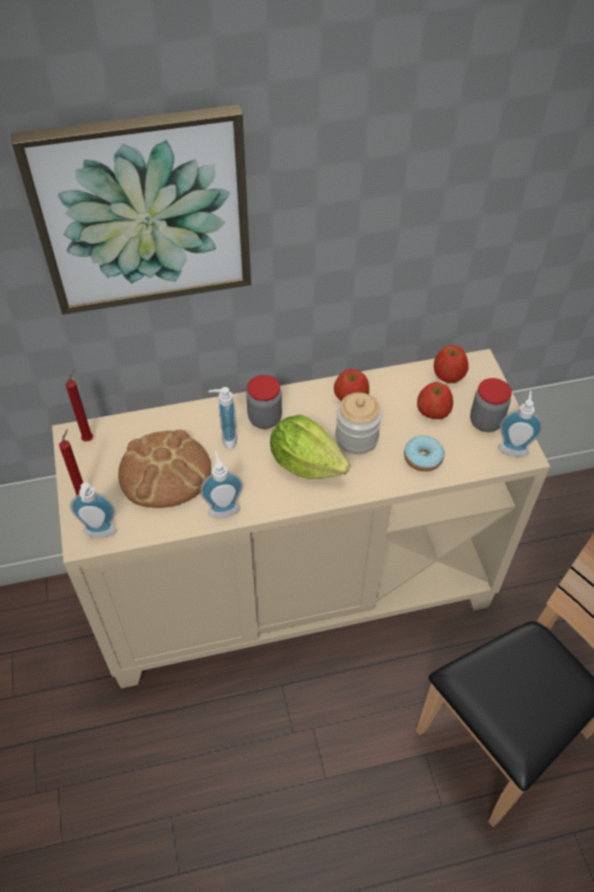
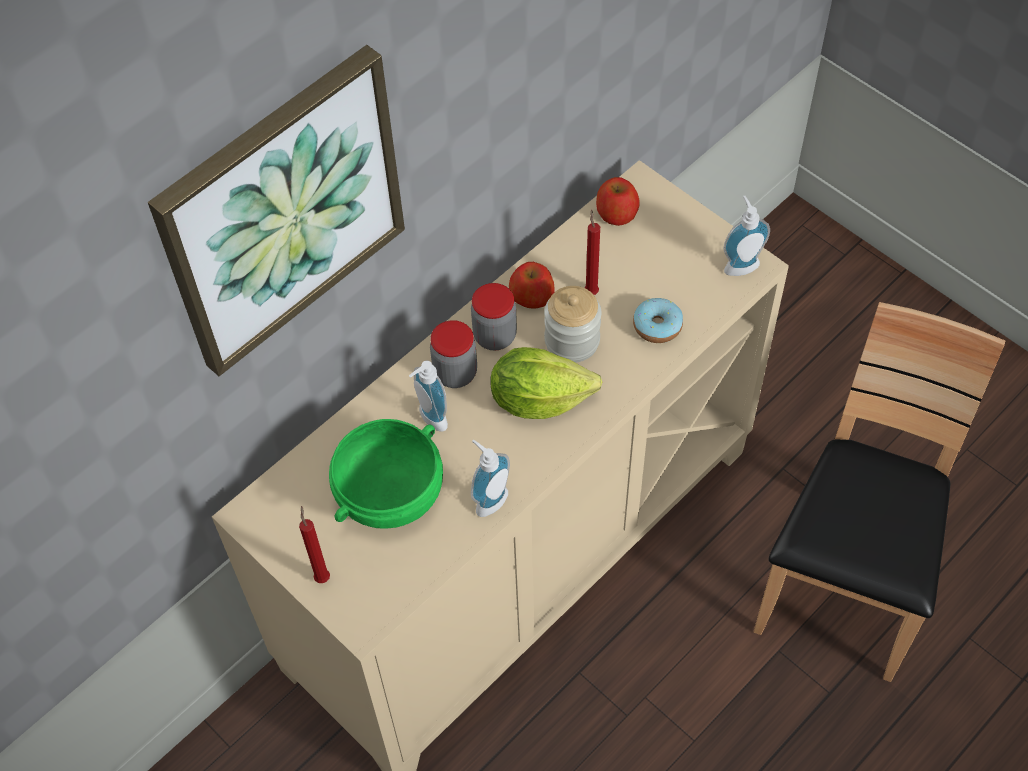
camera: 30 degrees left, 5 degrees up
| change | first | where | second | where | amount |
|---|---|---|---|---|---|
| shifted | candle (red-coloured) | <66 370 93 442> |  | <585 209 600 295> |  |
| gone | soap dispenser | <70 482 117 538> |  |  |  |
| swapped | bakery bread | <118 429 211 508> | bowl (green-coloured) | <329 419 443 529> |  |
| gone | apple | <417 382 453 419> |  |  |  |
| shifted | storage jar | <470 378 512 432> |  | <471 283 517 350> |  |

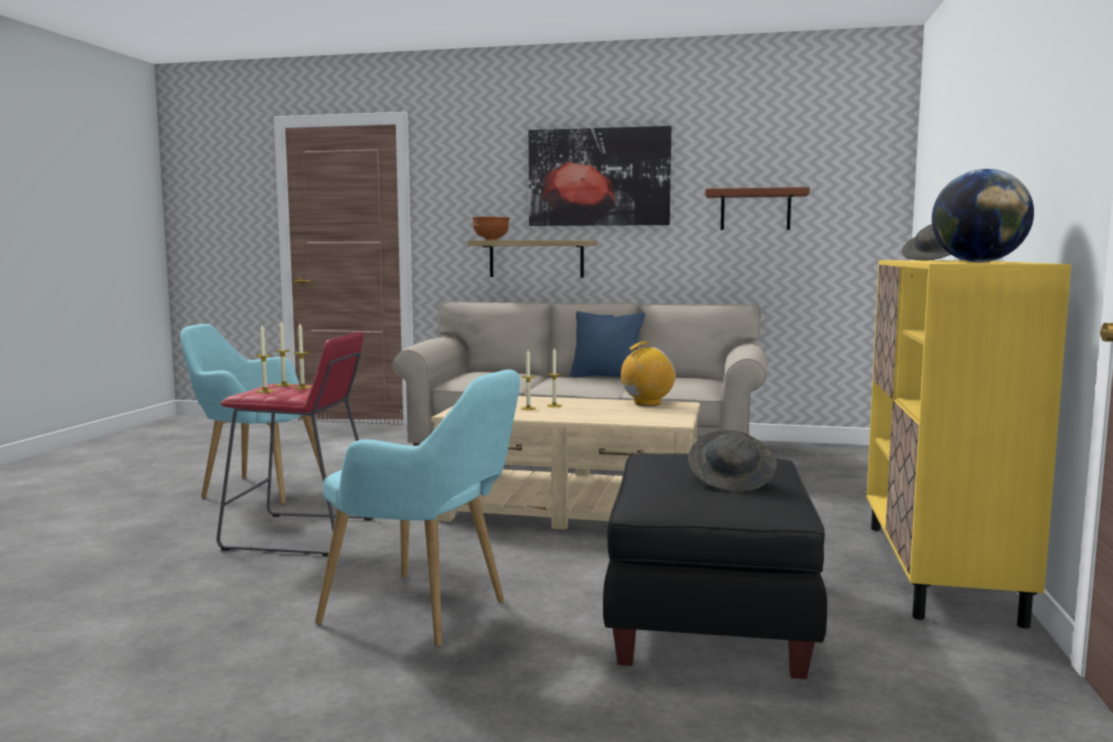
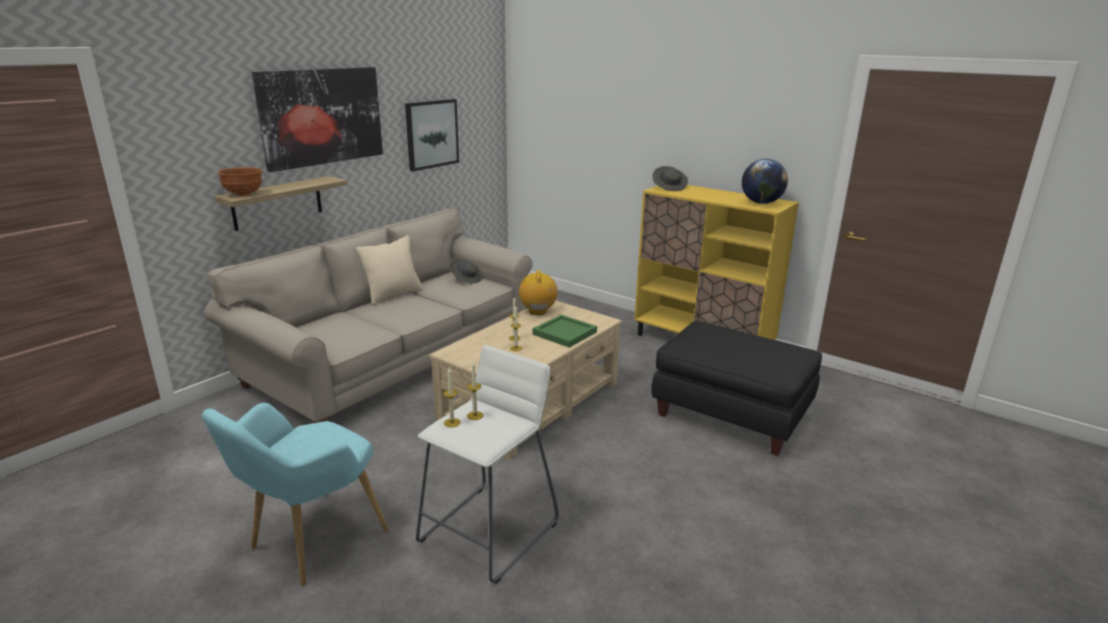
camera: 65 degrees left, 15 degrees up
| change | first | where | second | where | amount |
|---|---|---|---|---|---|
| repainted | sitting stool (red-coloured) | <216 332 374 557> | sitting stool (white) | <416 345 559 584> |  |
| gone | candle | <255 326 275 393> |  |  |  |
| gone | armchair (turquoise) | <315 369 520 647> |  |  |  |
| repainted | pillow (blue) | <570 311 645 377> | pillow (beige) | <356 235 423 305> |  |
| shifted | clothing hat (greyish) | <688 430 777 491> |  | <449 259 482 283> |  |
| swapped | bracket shelf (brownish) | <705 187 810 230> | wall picture | <405 99 459 171> |  |
| new |  |  | carrying tray (green-coloured) | <532 315 597 348> |  |

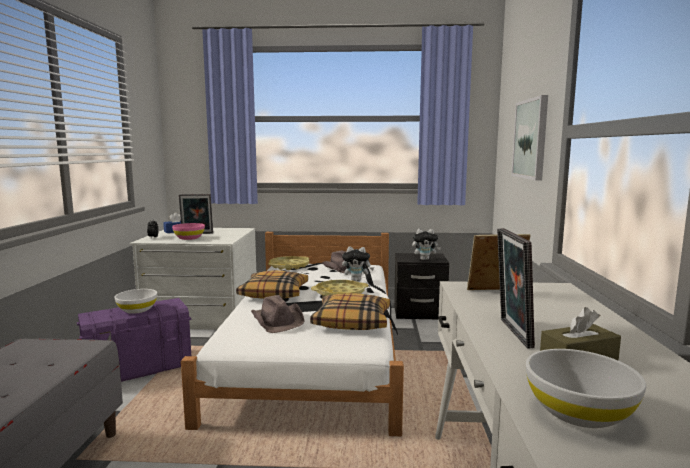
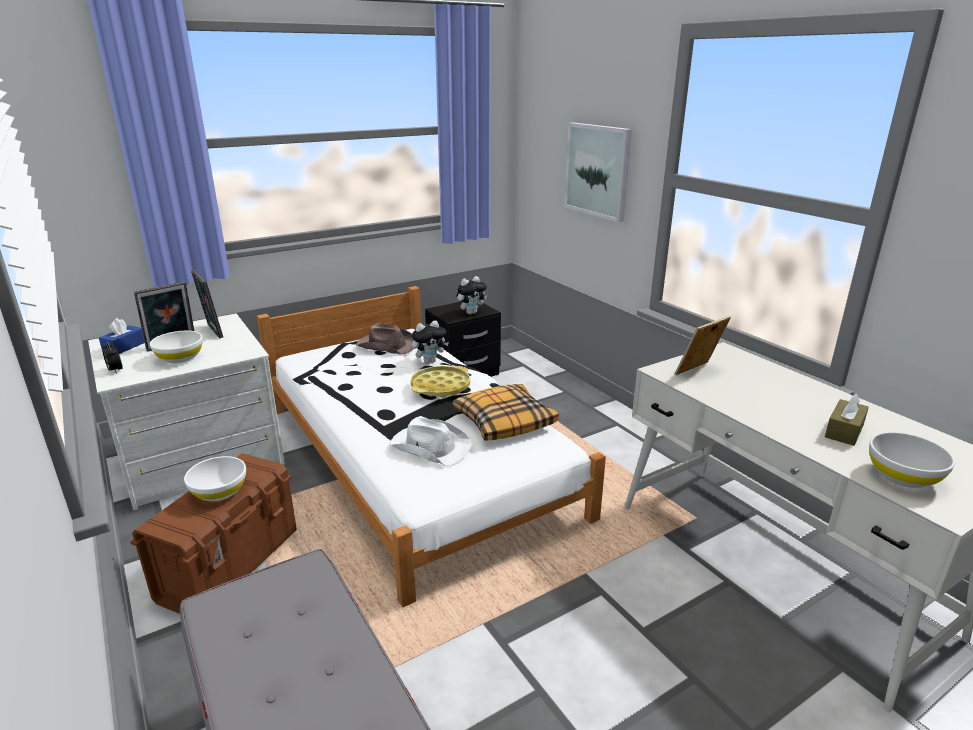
camera: 35 degrees left, 15 degrees up
| change | first | where | second | where | amount |
|---|---|---|---|---|---|
| repainted | storage box (purplish) | <77 298 191 382> | storage box (brownish) | <130 453 297 614> |  |
| repainted | bowl (pink) | <172 223 205 240> | bowl (white) | <150 331 203 363> |  |
| gone | pillow | <236 270 308 299> |  |  |  |
| repainted | clothing hat (brownish) | <251 295 305 333> | clothing hat (white) | <389 416 472 466> |  |
| gone | carrying tray (yellow-coloured) | <268 256 309 270> |  |  |  |
| shifted | picture frame | <497 228 535 349> |  | <191 270 223 339> |  |

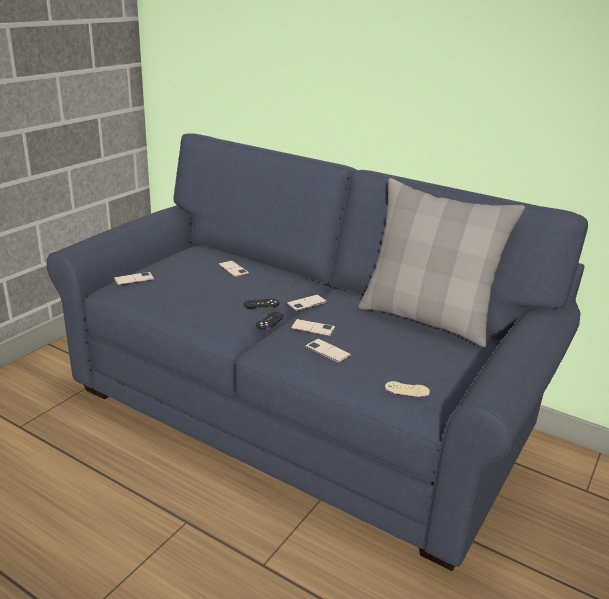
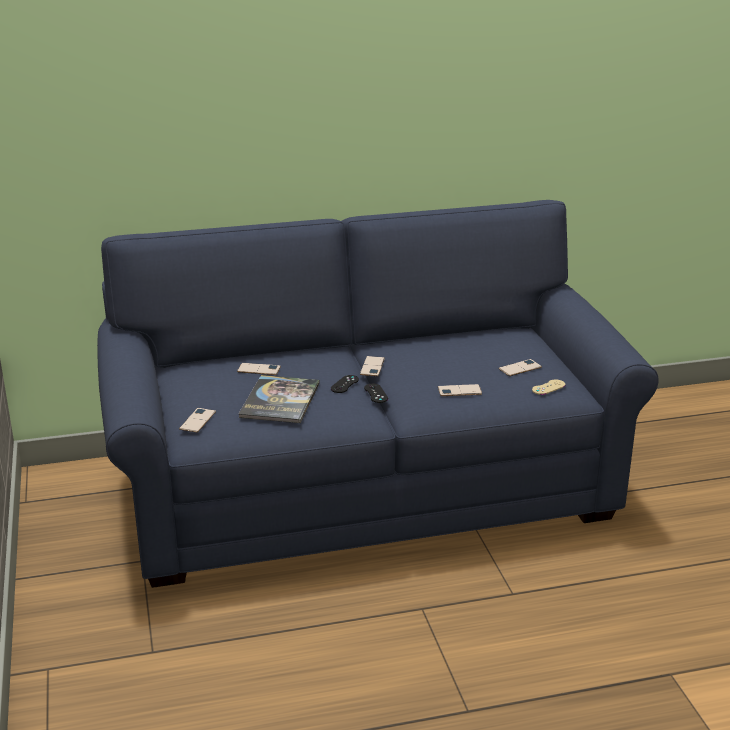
camera: 45 degrees left, 0 degrees up
| change | first | where | second | where | amount |
|---|---|---|---|---|---|
| shifted | telephone | <291 319 335 336> |  | <499 359 542 376> |  |
| gone | pillow (greyish) | <358 178 525 347> |  |  |  |
| new |  |  | bound book | <238 375 320 423> |  |

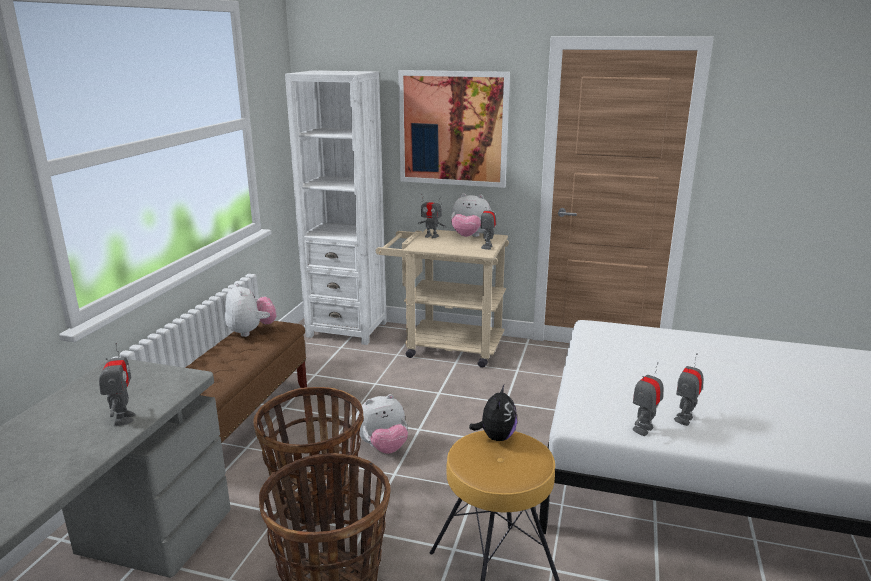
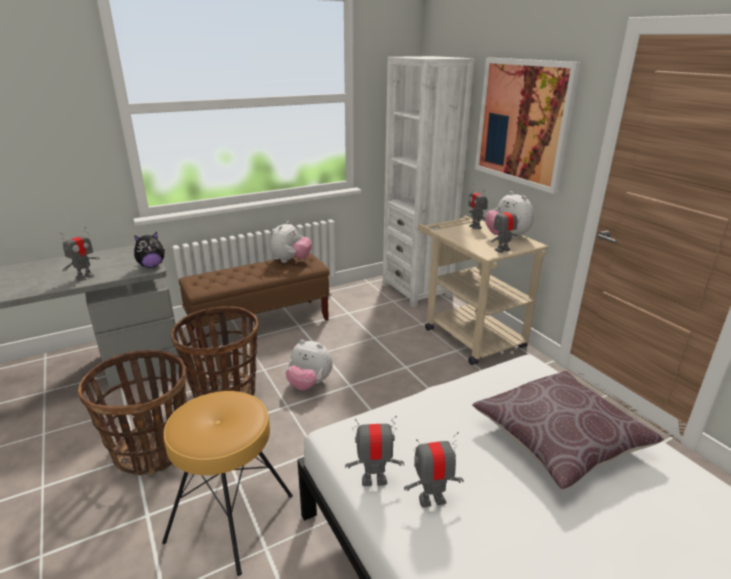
camera: 45 degrees right, 5 degrees up
| change | first | where | second | where | amount |
|---|---|---|---|---|---|
| shifted | cuddly toy | <469 385 517 441> |  | <134 232 165 268> |  |
| new |  |  | pillow (brownish) | <472 371 664 490> |  |

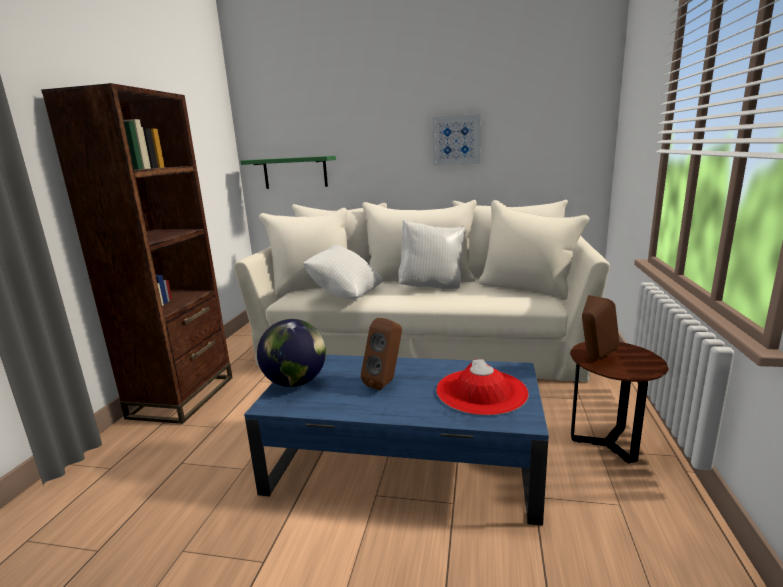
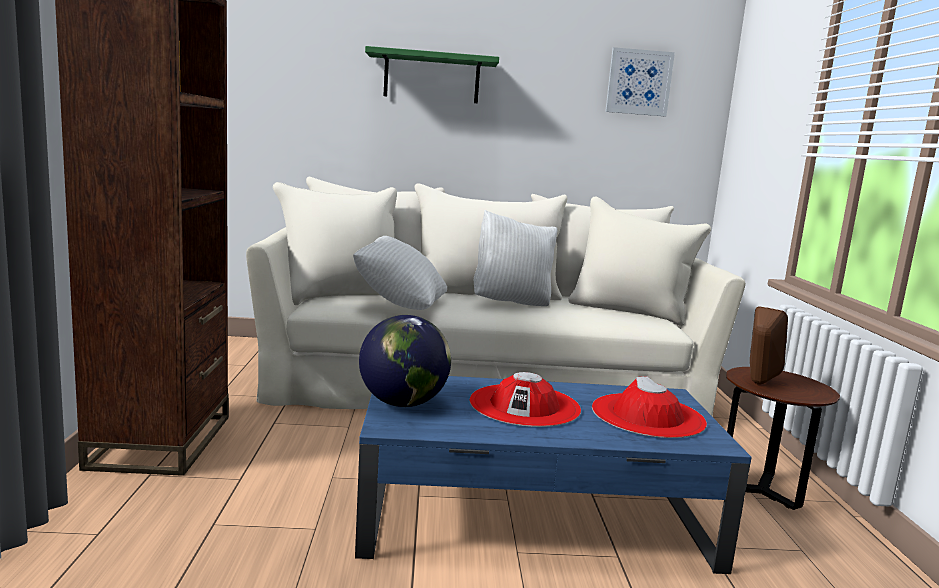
camera: 15 degrees left, 5 degrees down
| change | first | where | second | where | amount |
|---|---|---|---|---|---|
| shifted | bracket shelf (green-coloured) | <240 156 336 189> |  | <365 46 499 103> |  |
| swapped | loudspeaker (brownish) | <361 318 402 390> | clothing hat (red-coloured) | <469 372 581 427> |  |
| shifted | wall picture | <432 114 480 166> |  | <605 47 675 116> |  |

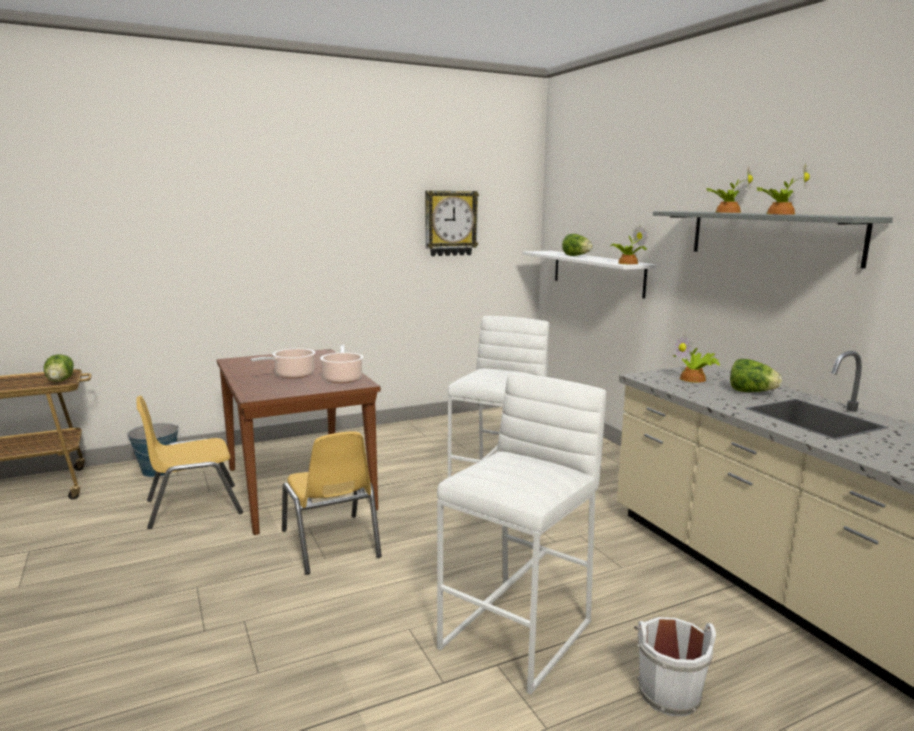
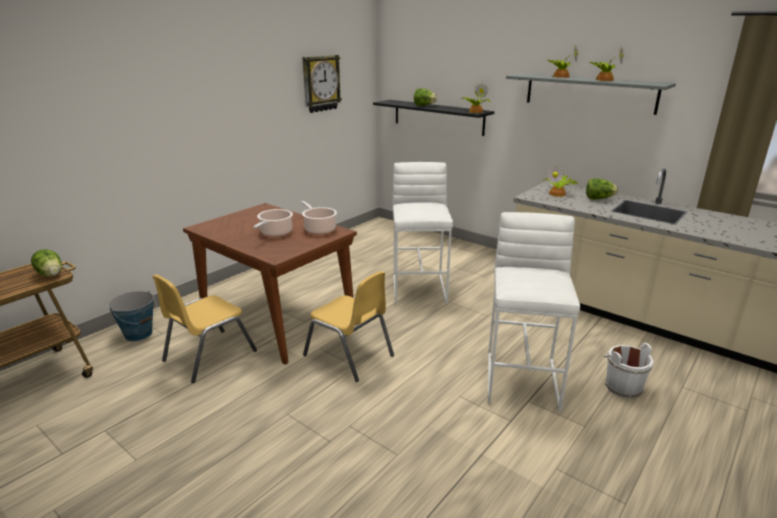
camera: 25 degrees left, 10 degrees up
| change | first | where | second | where | amount |
|---|---|---|---|---|---|
| repainted | bracket shelf (white) | <522 251 657 299> | bracket shelf (black) | <373 100 494 136> |  |

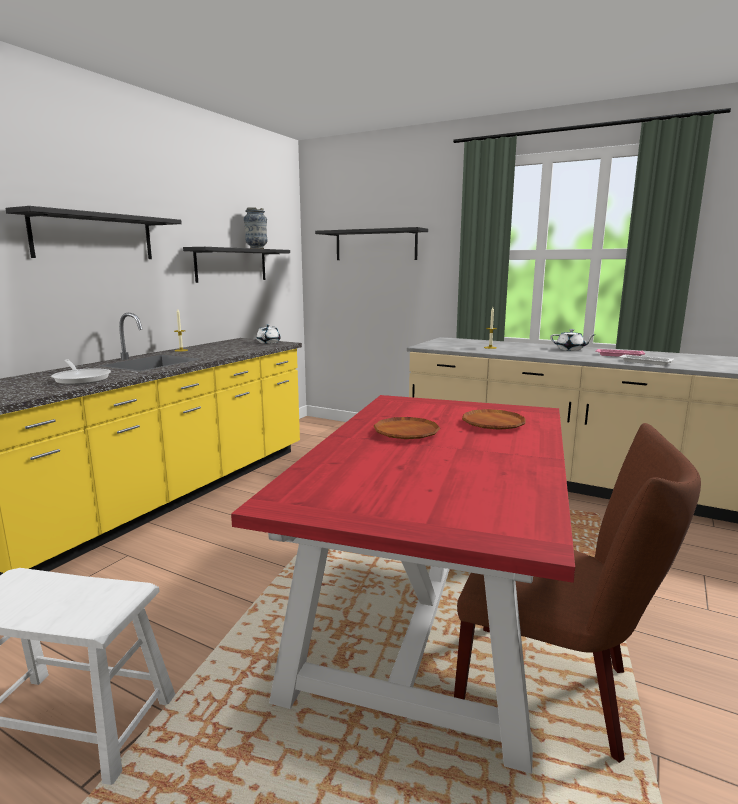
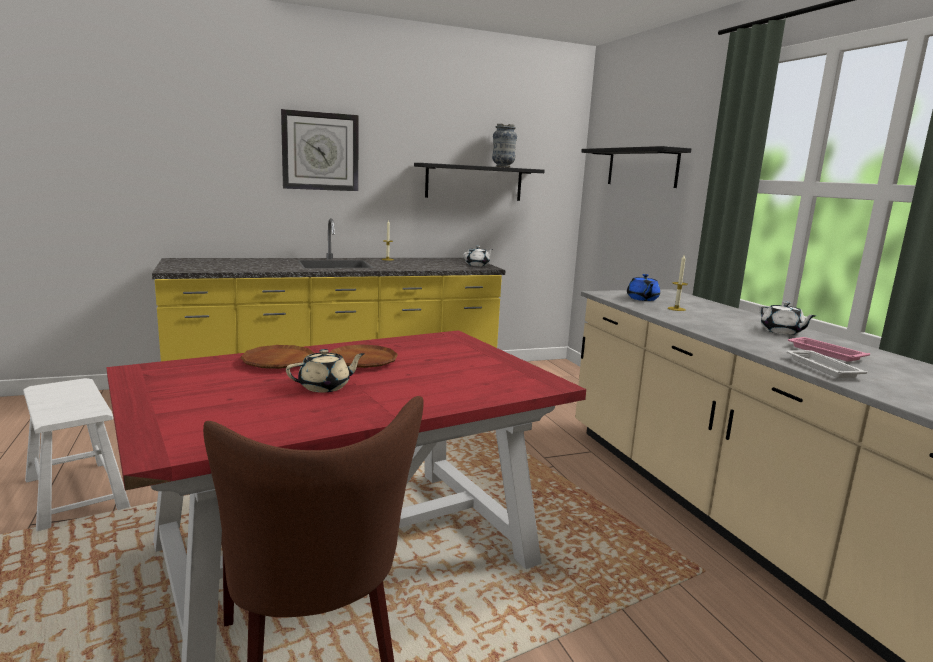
camera: 40 degrees right, 0 degrees up
| change | first | where | second | where | amount |
|---|---|---|---|---|---|
| swapped | bracket shelf (black) | <5 206 182 259> | wall clock | <281 109 359 191> |  |
| gone | pan | <51 360 111 385> |  |  |  |
| shifted | plate (brownish) | <462 409 525 430> |  | <240 345 314 369> |  |
| new |  |  | tea pot (beige) | <286 349 365 393> |  |
| new |  |  | tea pot (blue) | <627 274 660 301> |  |

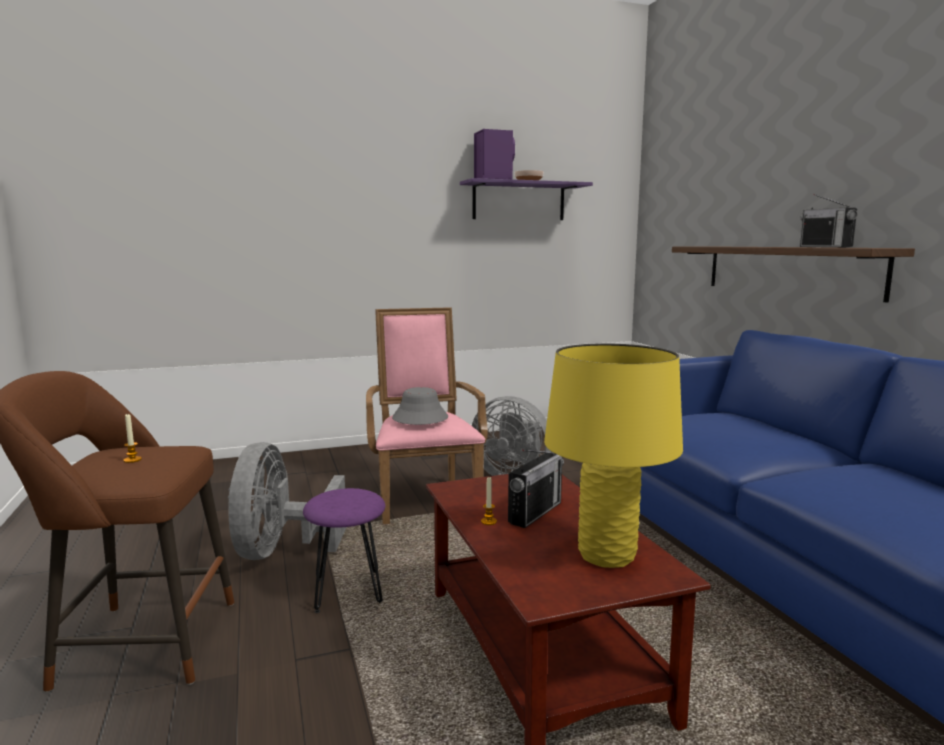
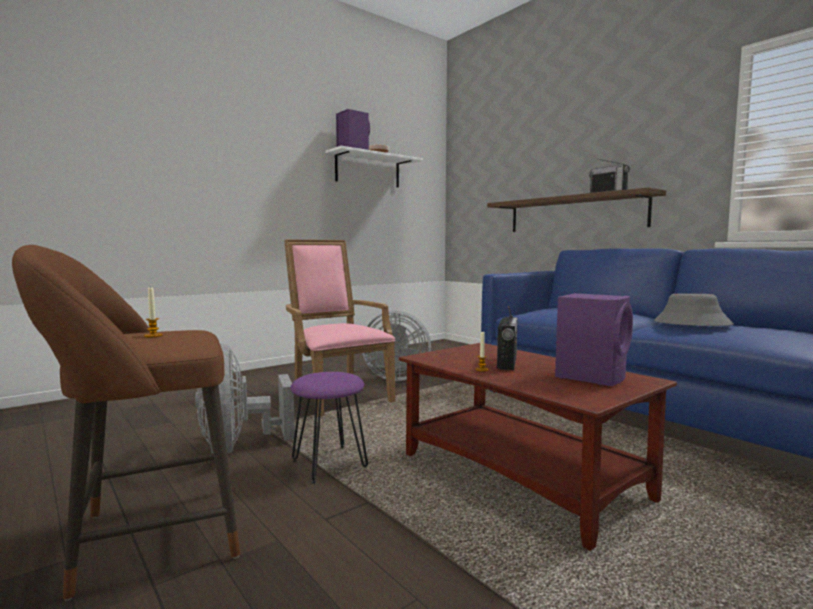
camera: 20 degrees left, 5 degrees down
| change | first | where | second | where | amount |
|---|---|---|---|---|---|
| shifted | clothing hat (greyish) | <392 387 448 425> |  | <654 293 734 326> |  |
| repainted | bracket shelf (purplish) | <460 178 593 220> | bracket shelf (white) | <325 146 423 188> |  |
| swapped | table lamp (yellow-coloured) | <544 343 683 568> | loudspeaker (purplish) | <555 293 633 386> |  |

